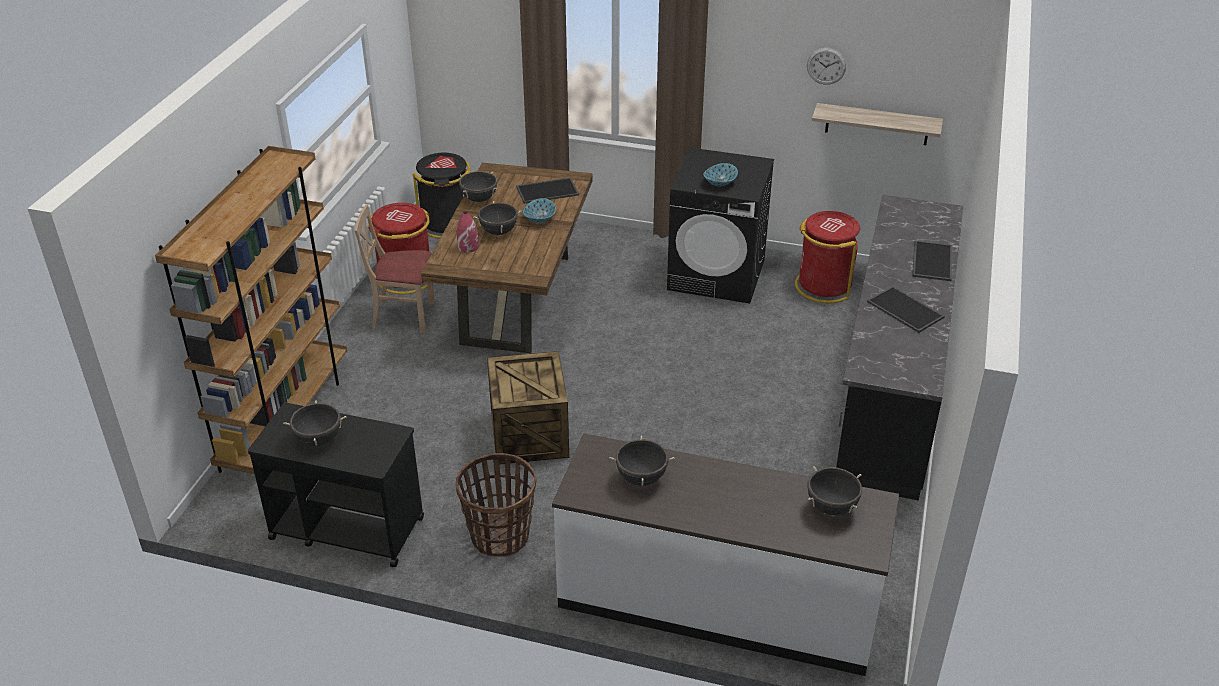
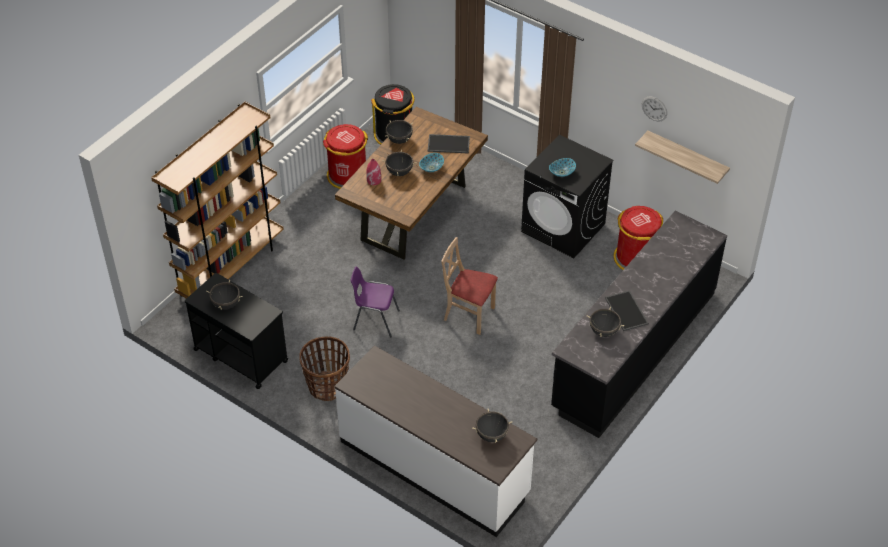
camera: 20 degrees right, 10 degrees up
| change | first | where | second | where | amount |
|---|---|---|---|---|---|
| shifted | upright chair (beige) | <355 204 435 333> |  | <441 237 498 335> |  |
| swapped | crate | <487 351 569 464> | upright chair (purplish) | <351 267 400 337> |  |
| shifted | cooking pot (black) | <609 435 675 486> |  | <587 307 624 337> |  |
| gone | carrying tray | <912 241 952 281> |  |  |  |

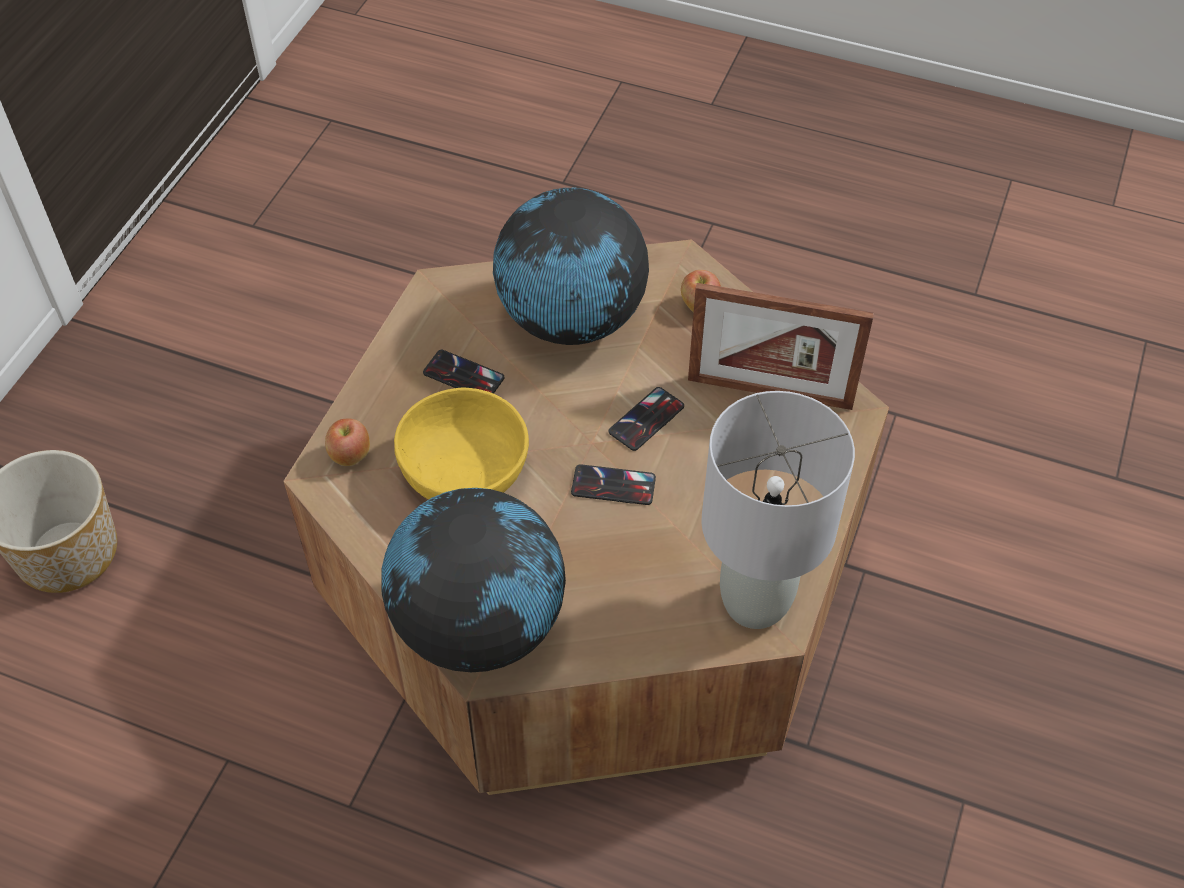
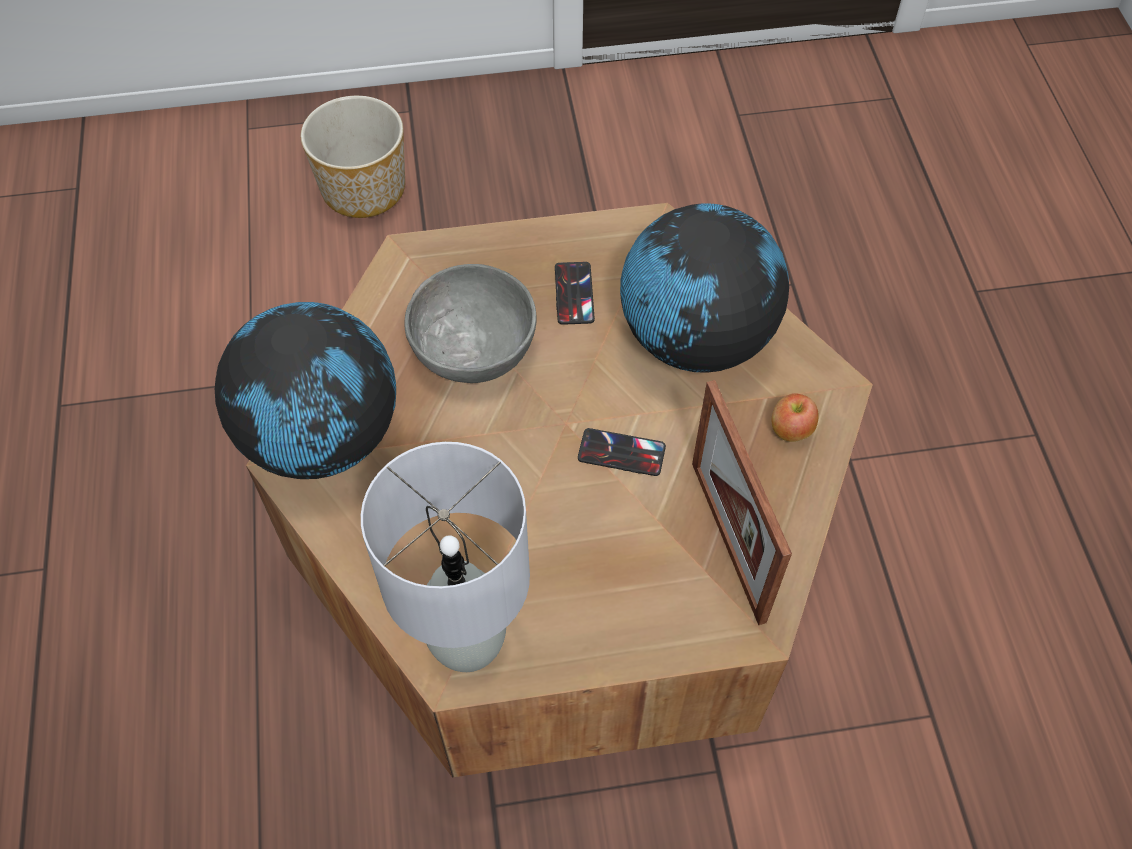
camera: 60 degrees right, 5 degrees up
| change | first | where | second | where | amount |
|---|---|---|---|---|---|
| gone | apple | <325 419 370 466> |  |  |  |
| repainted | bowl (yellow-coloured) | <394 388 529 500> | bowl (greyish) | <404 264 536 383> |  |
| gone | telephone | <571 464 656 505> |  |  |  |

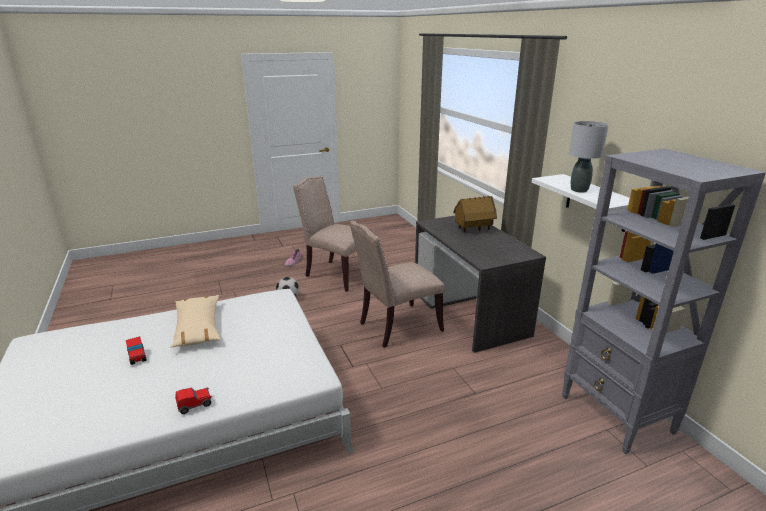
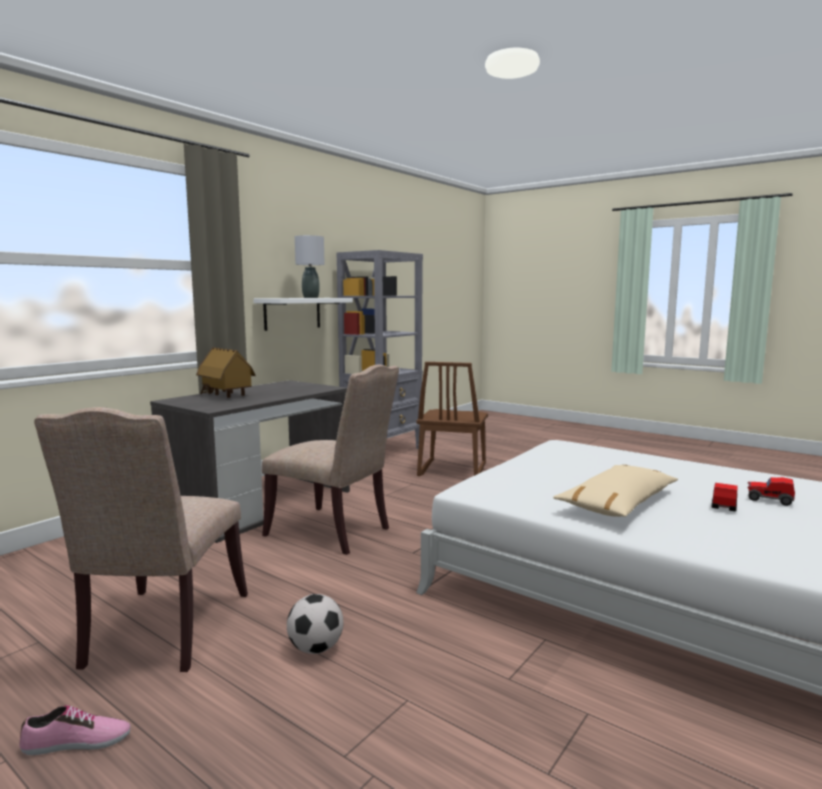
camera: 120 degrees left, 15 degrees down
| change | first | where | second | where | amount |
|---|---|---|---|---|---|
| shifted | miniature car | <175 388 212 414> |  | <747 477 795 506> |  |
| new |  |  | upright chair (brownish) | <417 362 488 476> |  |

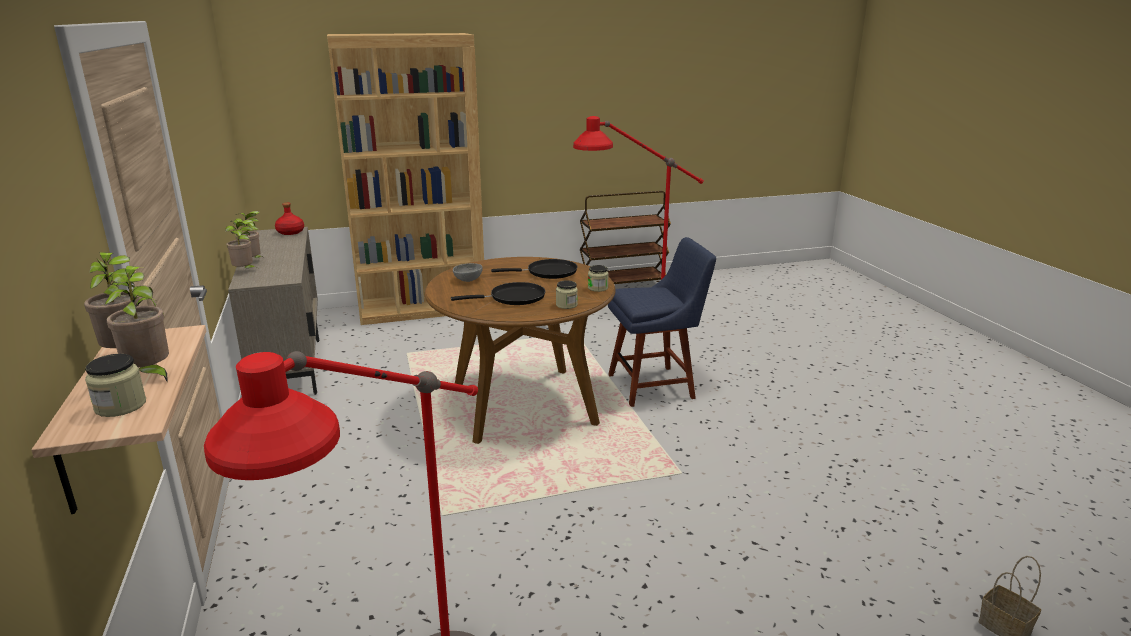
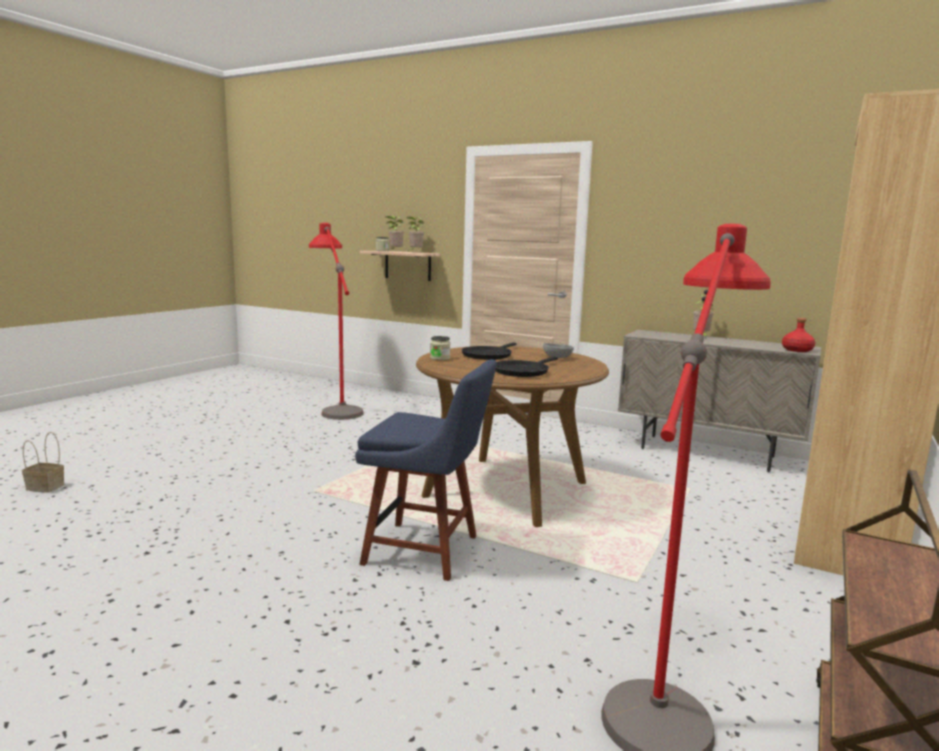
camera: 135 degrees right, 10 degrees down
| change | first | where | second | where | amount |
|---|---|---|---|---|---|
| gone | potted plant | <225 220 256 268> |  |  |  |
| gone | storage jar | <588 265 609 292> |  |  |  |
| rotated | upright chair (blue) | <608 237 716 407> |  | <355 359 497 581> | 105 degrees counterclockwise |

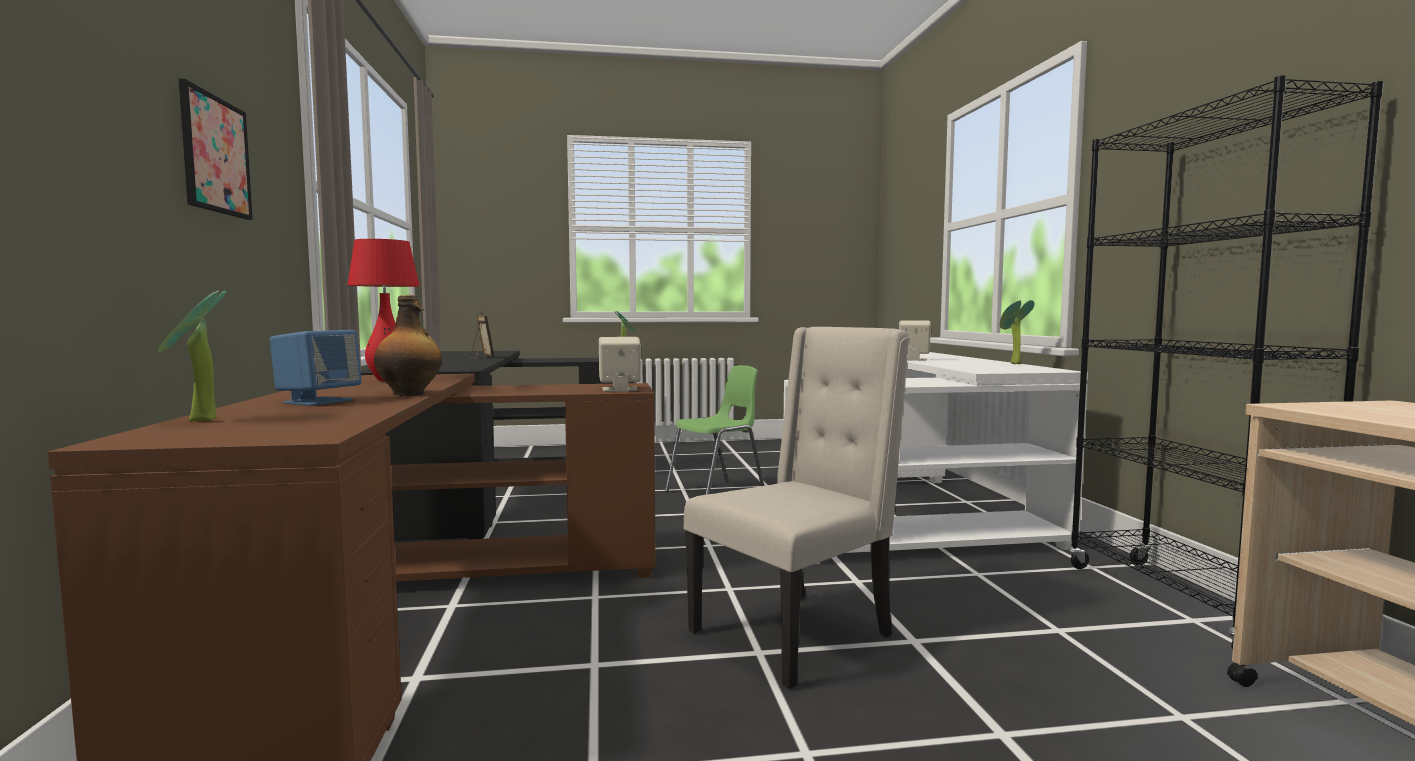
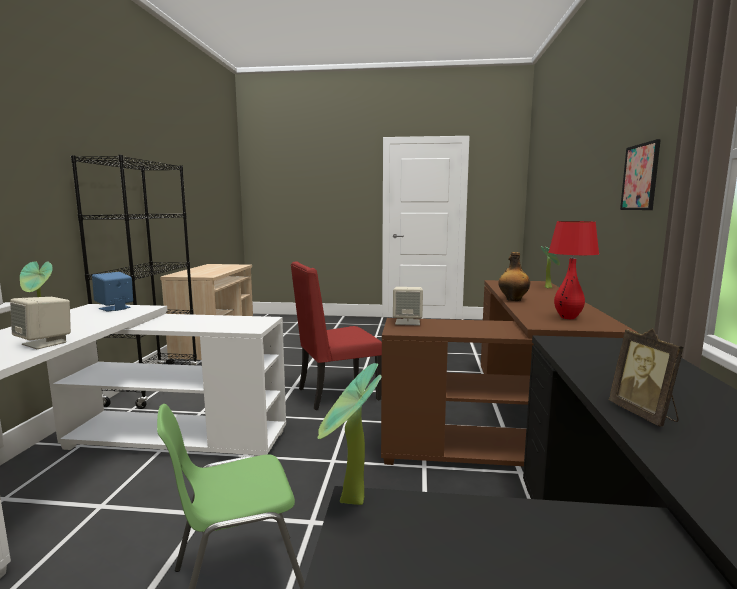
camera: 165 degrees left, 5 degrees up
| change | first | where | second | where | amount |
|---|---|---|---|---|---|
| shifted | loudspeaker (blue) | <270 330 362 406> |  | <92 272 133 312> |  |
| repainted | upright chair (beige) | <684 327 909 689> | upright chair (red-coloured) | <291 261 382 410> |  |

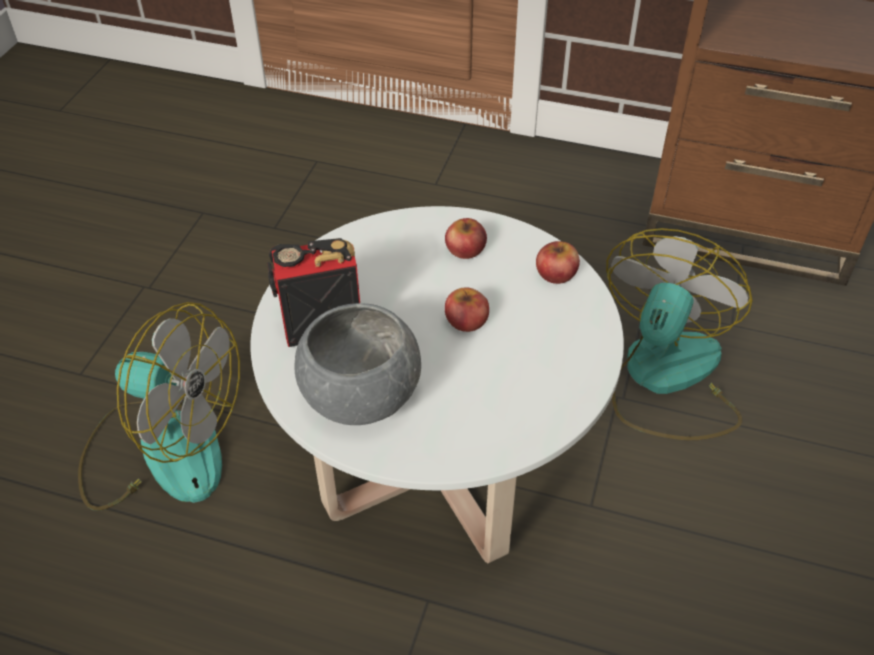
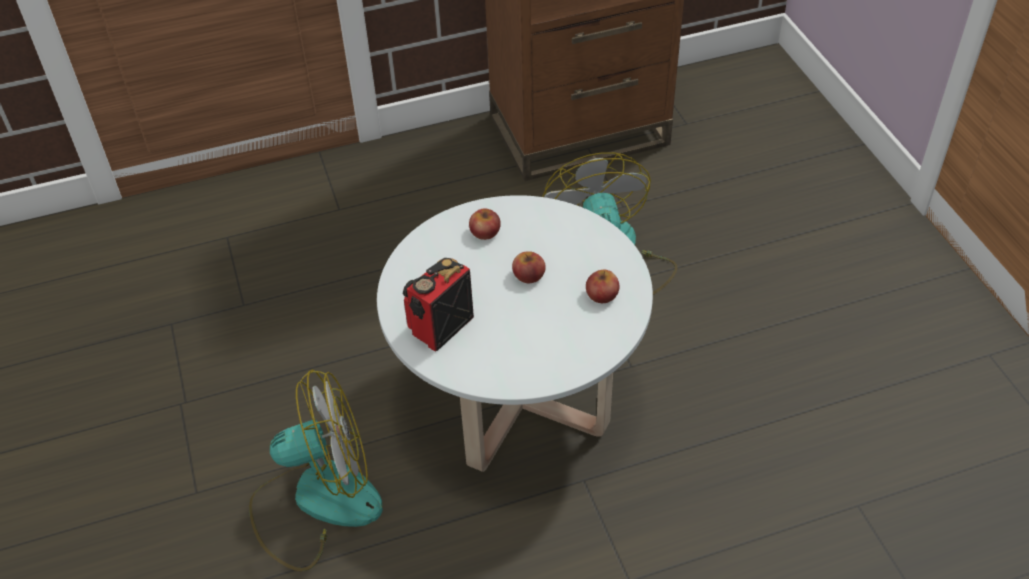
camera: 35 degrees left, 0 degrees up
| change | first | where | second | where | amount |
|---|---|---|---|---|---|
| gone | bowl (greyish) | <294 303 421 425> |  |  |  |
| shifted | apple | <536 241 580 284> |  | <586 270 619 303> |  |

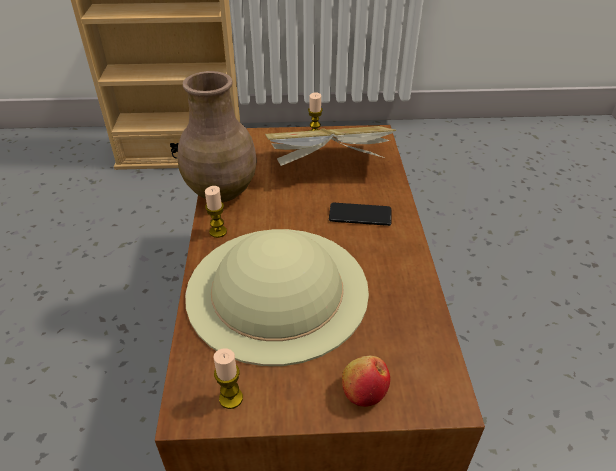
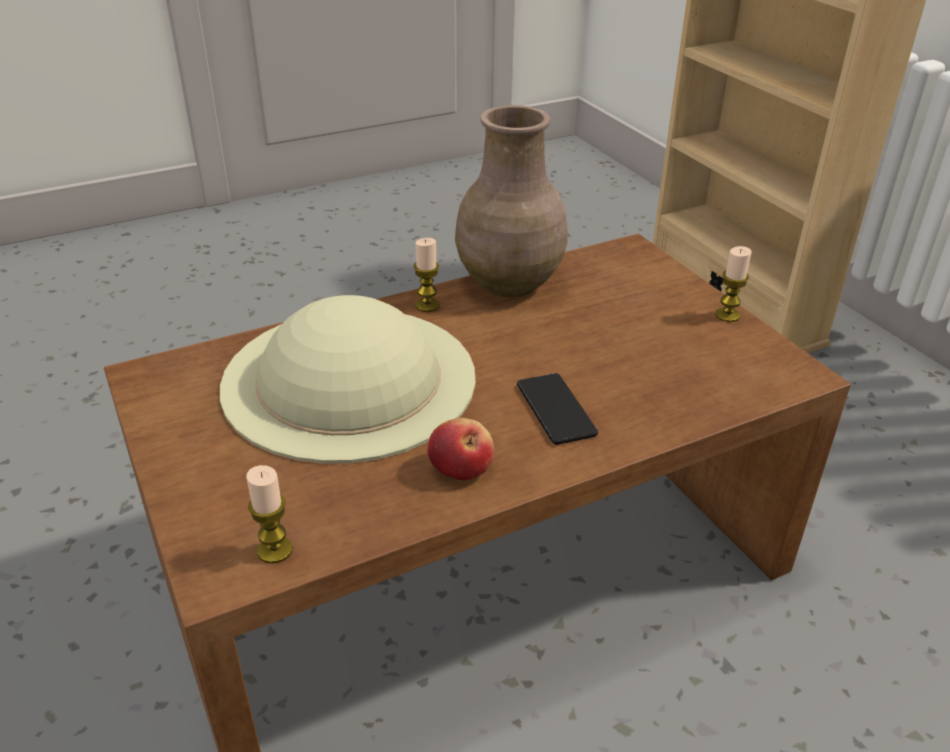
camera: 65 degrees right, 5 degrees down
| change | first | where | second | where | amount |
|---|---|---|---|---|---|
| shifted | candle | <213 349 243 409> |  | <246 465 292 564> |  |
| gone | bound book | <265 126 396 166> |  |  |  |
| shifted | apple | <342 356 390 407> |  | <428 418 494 480> |  |

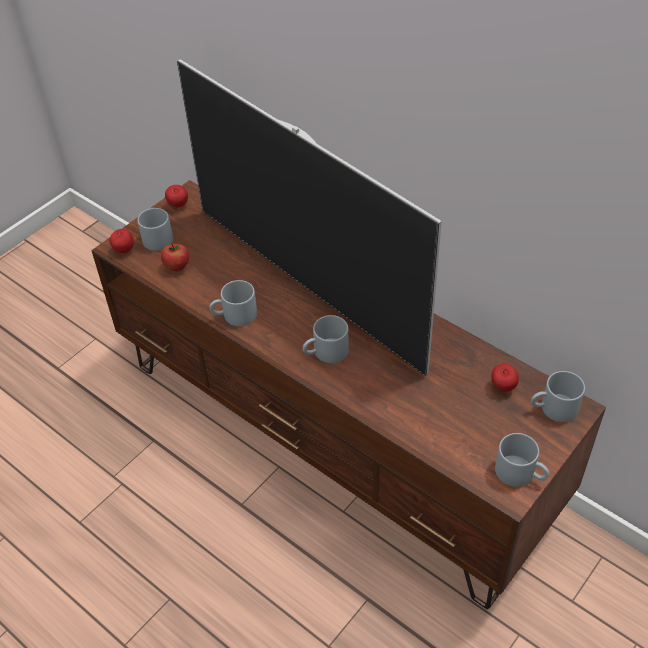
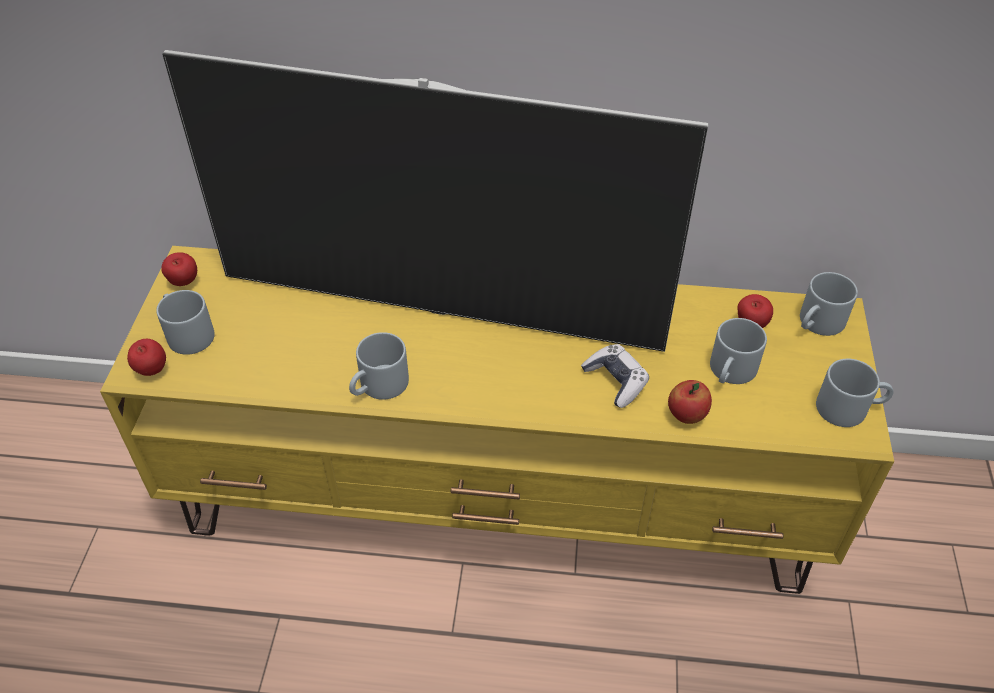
camera: 35 degrees left, 0 degrees up
| change | first | where | second | where | amount |
|---|---|---|---|---|---|
| repainted | media console (brownish) | <91 180 606 609> | media console (yellow-coloured) | <100 246 894 594> |  |
| shifted | apple | <161 244 189 271> |  | <668 380 712 424> |  |
| shifted | mug (greyish) | <303 315 349 363> |  | <710 318 767 384> |  |
| new |  |  | joypad | <581 344 649 408> |  |

